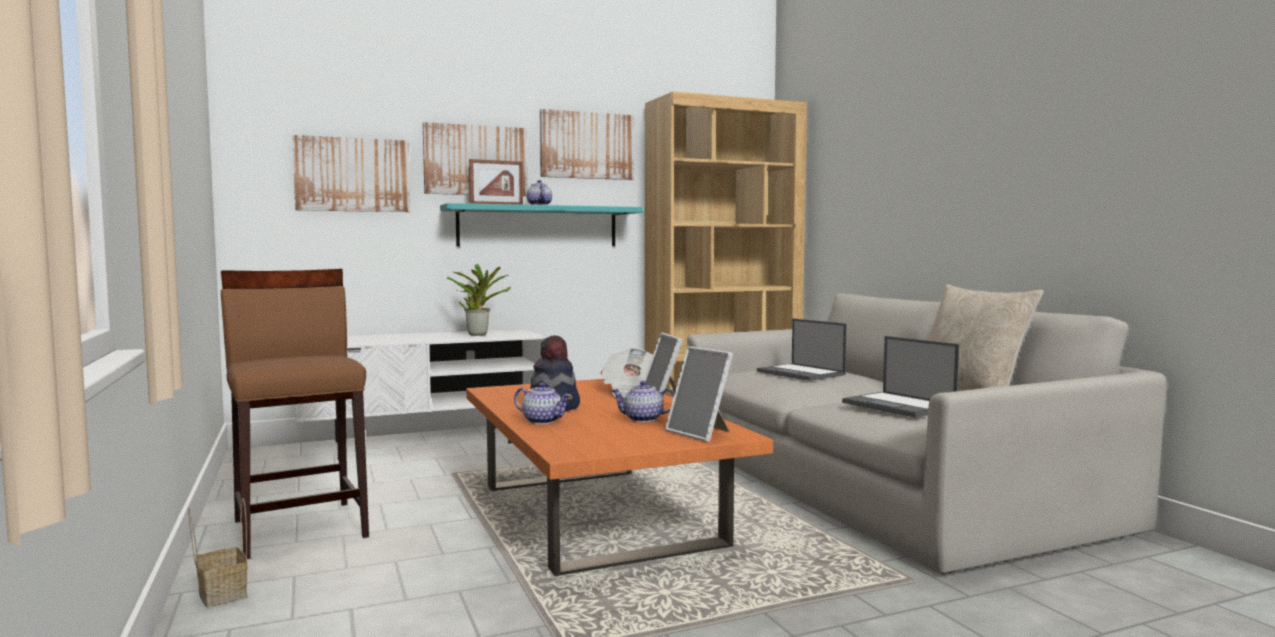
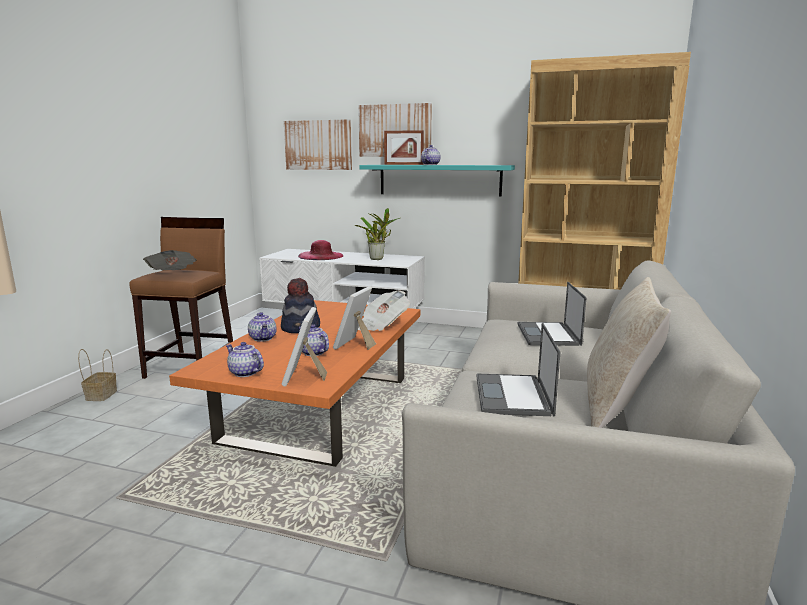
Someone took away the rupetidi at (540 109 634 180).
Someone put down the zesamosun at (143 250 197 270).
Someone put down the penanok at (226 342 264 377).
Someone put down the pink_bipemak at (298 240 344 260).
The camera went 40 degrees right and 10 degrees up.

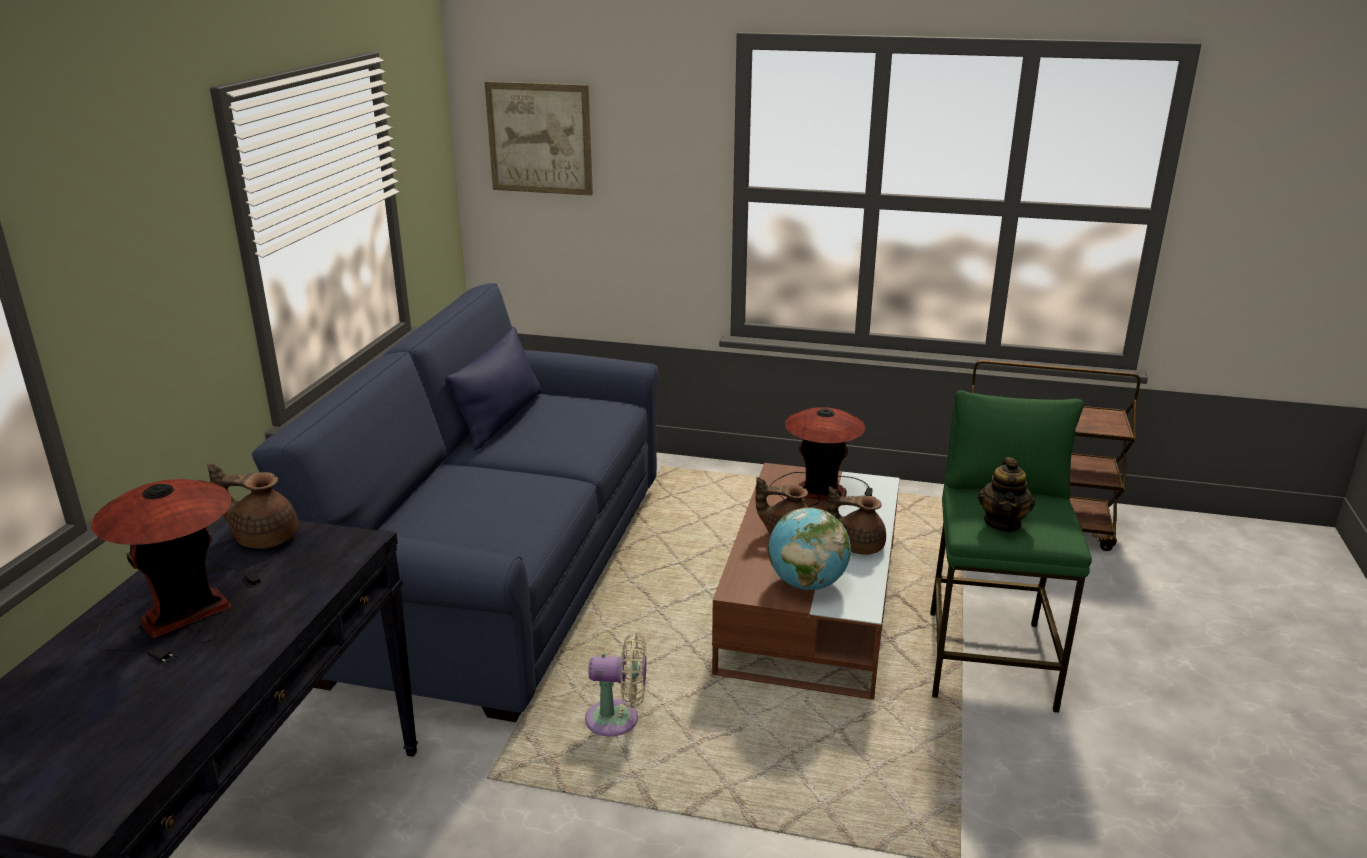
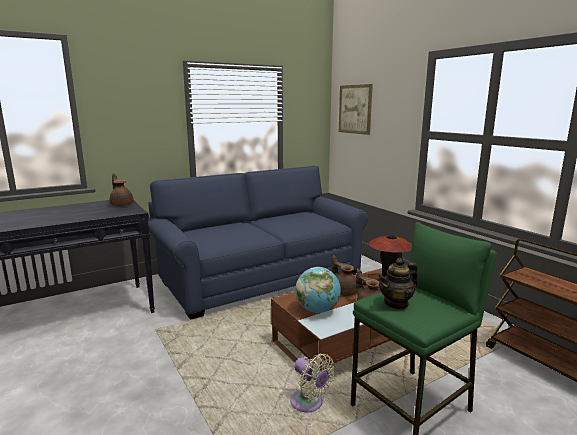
Someone took away the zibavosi at (91 479 261 663).
Someone took away the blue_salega at (445 326 541 450).
Someone carried the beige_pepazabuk from (585 633 647 736) to (290 354 335 412).
The camera went 45 degrees right and 10 degrees down.

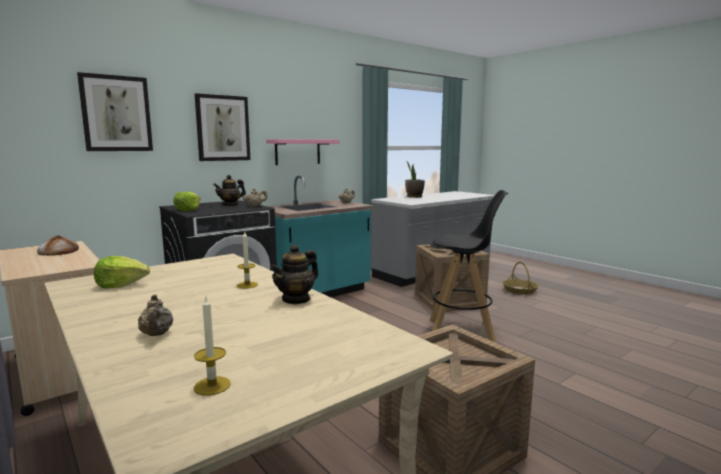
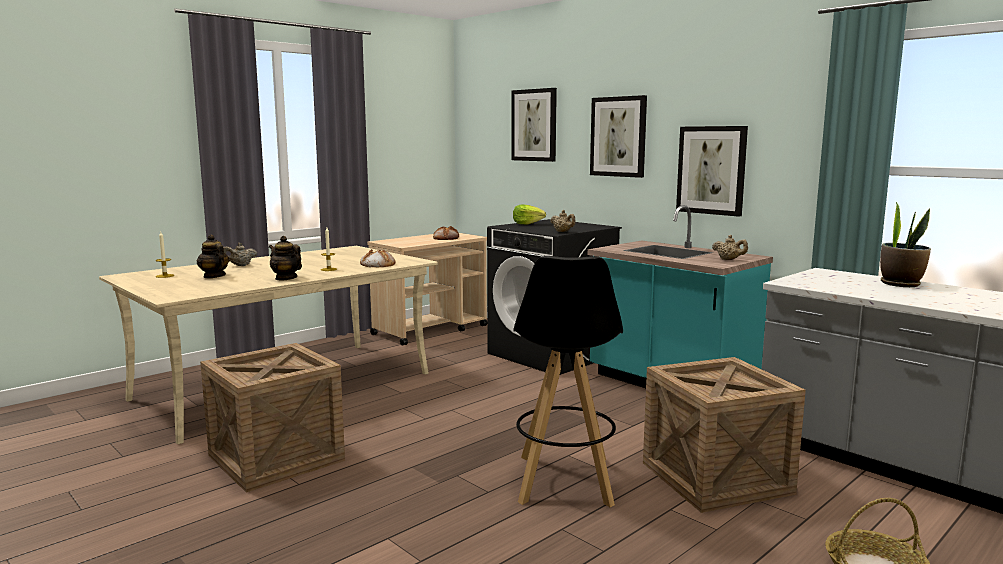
Someone took away the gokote at (94 256 150 289).
Someone put down the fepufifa at (360 249 395 267).
Someone carried the penanok from (214 175 246 206) to (197 234 229 278).
Someone swapped the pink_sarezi at (266 139 339 165) for the rupetidi at (676 126 748 217).
The camera went 85 degrees right and 0 degrees up.

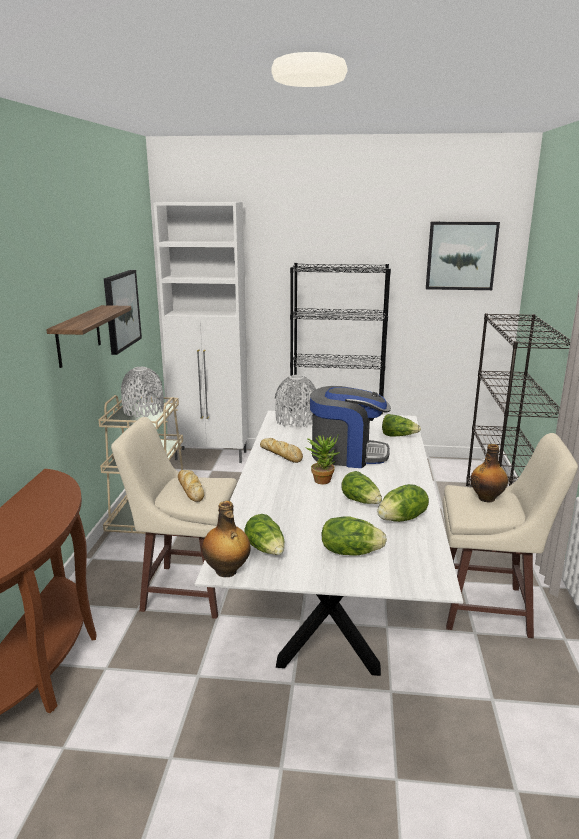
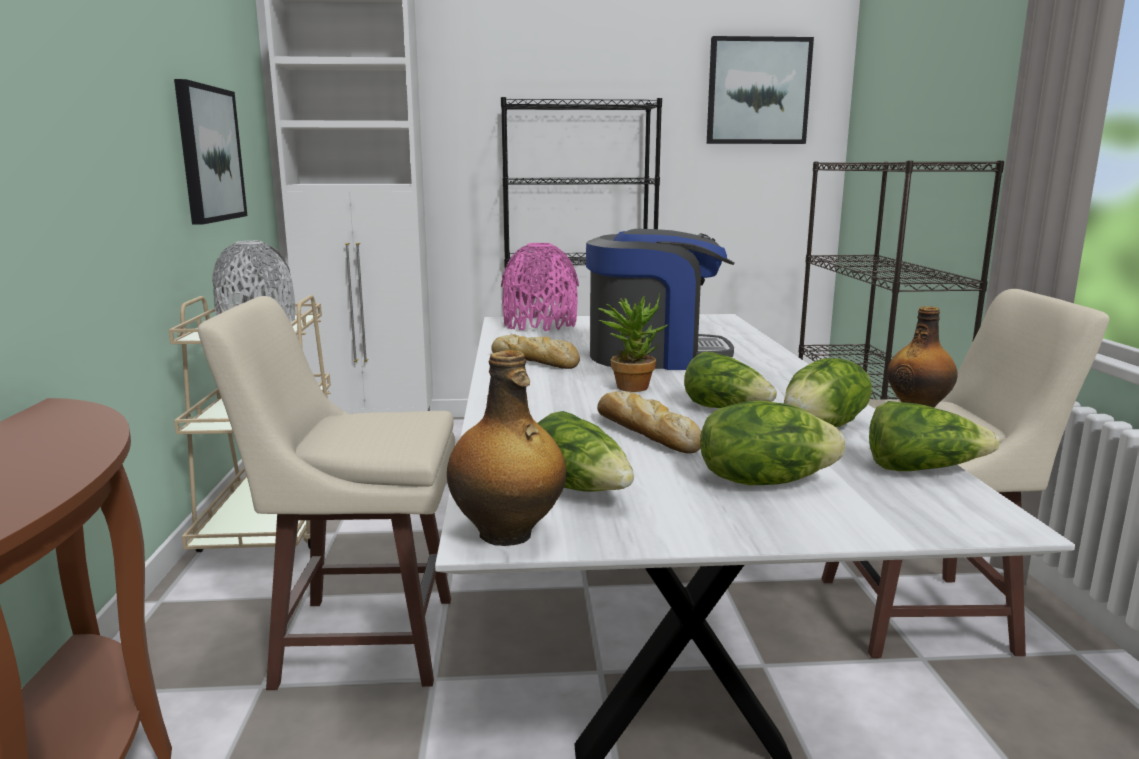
Someone took away the sarezi at (46 305 132 368).
Someone carried the fepufifa from (178 470 204 502) to (597 391 701 454).
Someone carried the gokote from (382 414 421 437) to (869 401 1000 471).
Someone repainted the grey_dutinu at (275 375 316 427), which became the pink_dutinu at (501 243 579 331).
The camera went 10 degrees left and 5 degrees down.

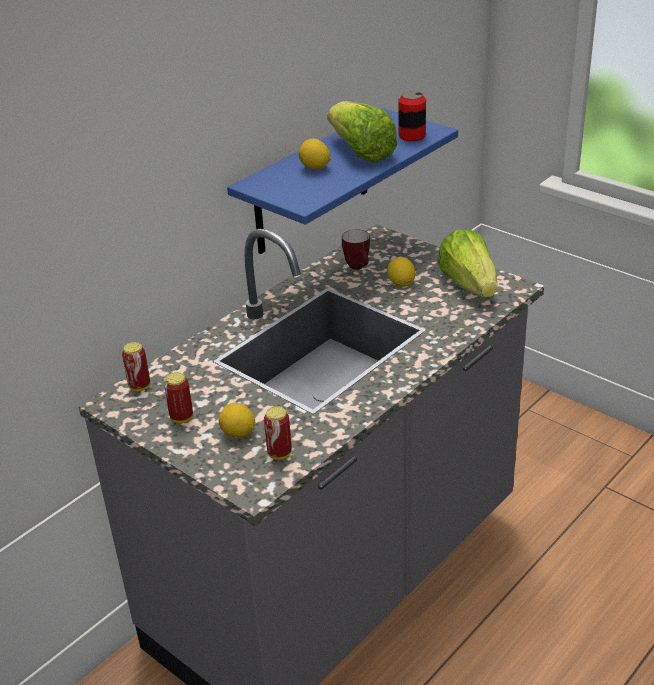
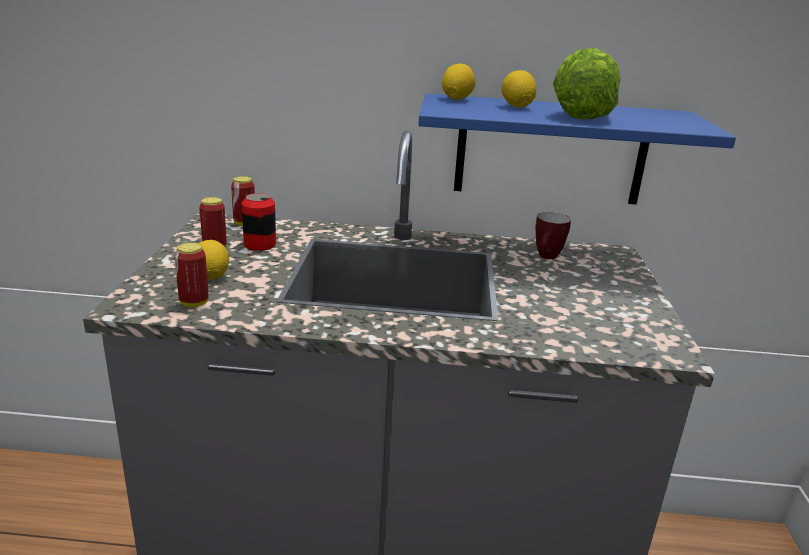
Someone took away the gokote at (438 229 498 297).
Someone carried the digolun from (387 257 415 287) to (442 64 476 100).
Someone carried the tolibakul from (398 91 426 141) to (242 193 276 251).
The camera went 50 degrees right and 10 degrees down.

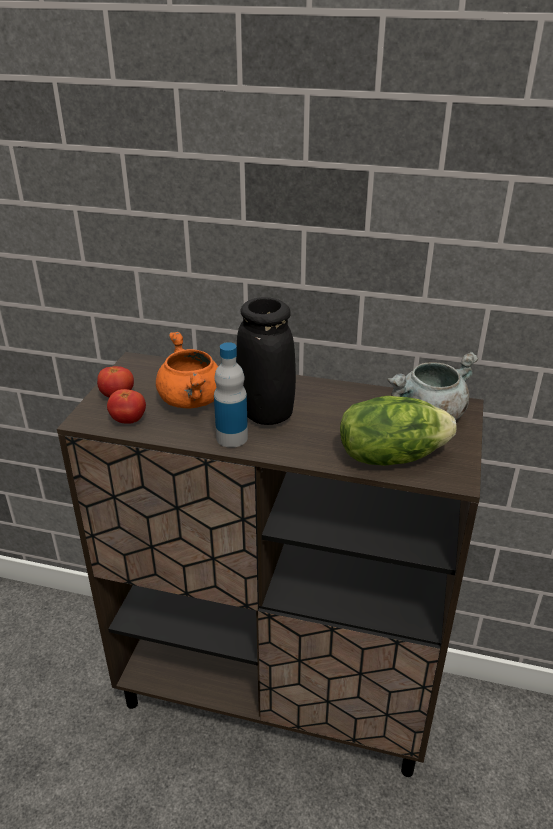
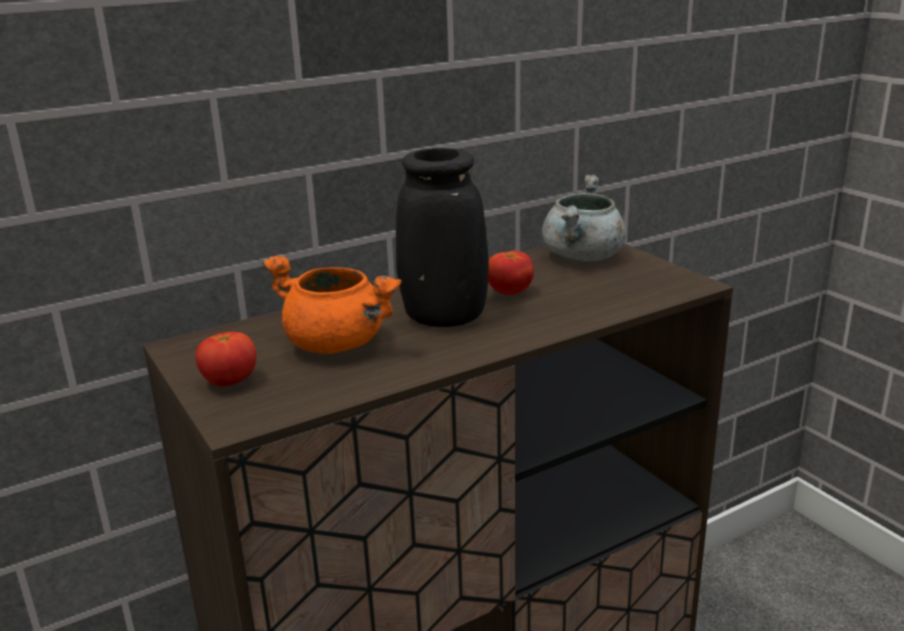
Someone took away the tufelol at (214 342 248 448).
Someone took away the gokote at (340 396 456 466).
Someone carried the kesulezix from (107 389 146 424) to (488 251 534 295).
The camera went 45 degrees left and 10 degrees down.

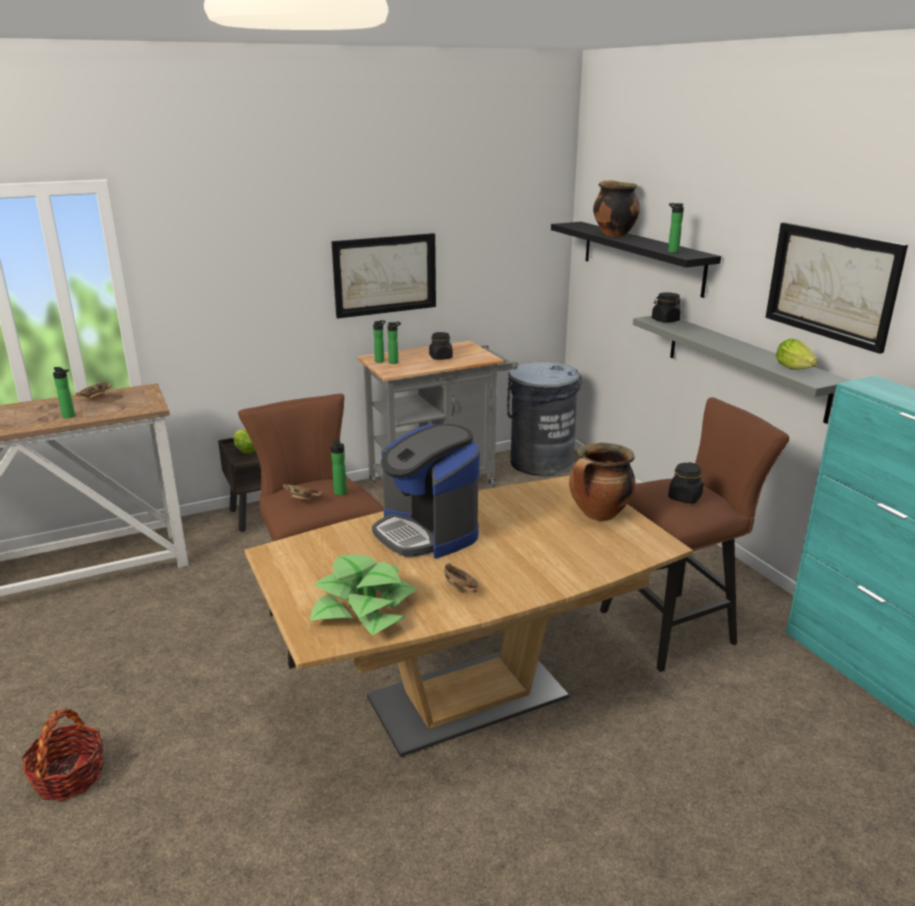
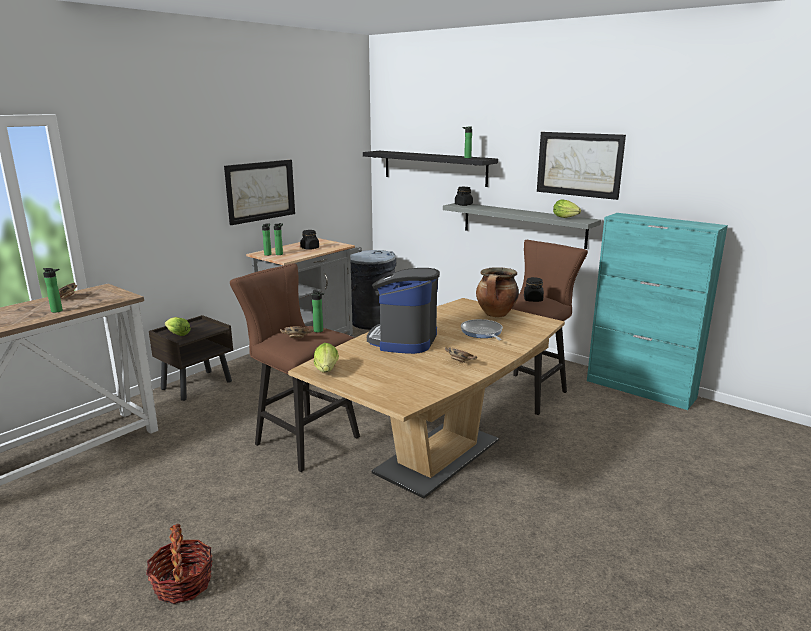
Someone took away the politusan at (310 554 418 636).
Someone took away the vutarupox at (593 180 640 237).
Someone put down the gokote at (314 343 339 372).
Someone put down the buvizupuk at (461 319 503 340).
Someone rotated the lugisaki at (372 424 480 559) by 75 degrees clockwise.
The camera went 25 degrees left and 5 degrees down.

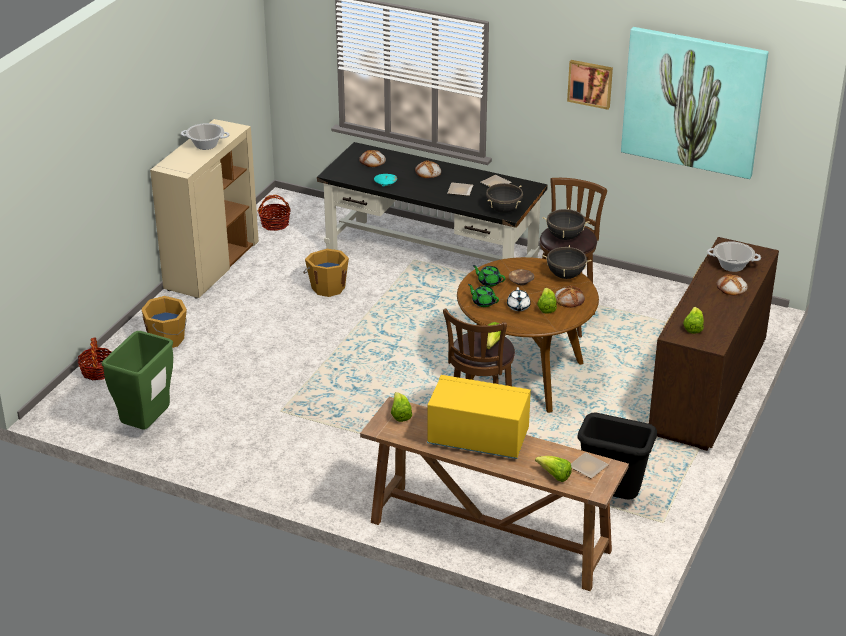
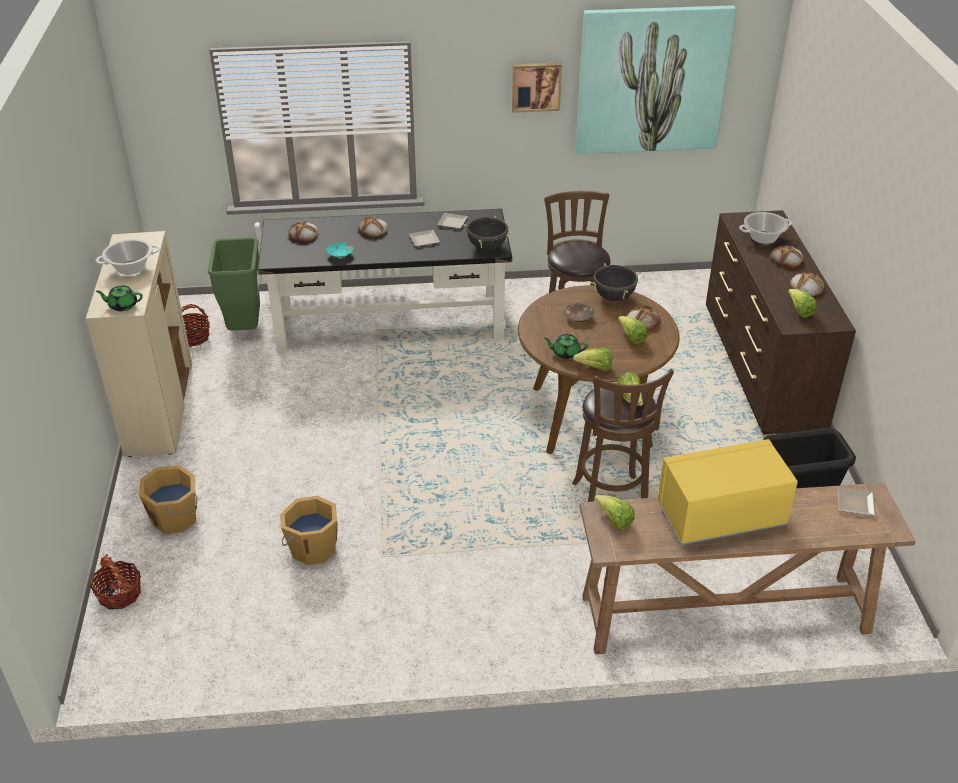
Someone took away the white_penanok at (507 287 531 311).
Someone took away the black_vutarupox at (542 208 590 240).
Someone put down the fepufifa at (790 272 824 296).
Someone carried the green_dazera from (102 331 173 429) to (208 237 260 331).
Someone carried the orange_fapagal from (303 249 349 297) to (280 496 338 565).
Someone carried the green_penanok from (473 265 505 287) to (96 285 143 311).
Someone carried the gokote from (535 456 572 482) to (573 348 612 371).
The camera went 30 degrees left and 5 degrees up.

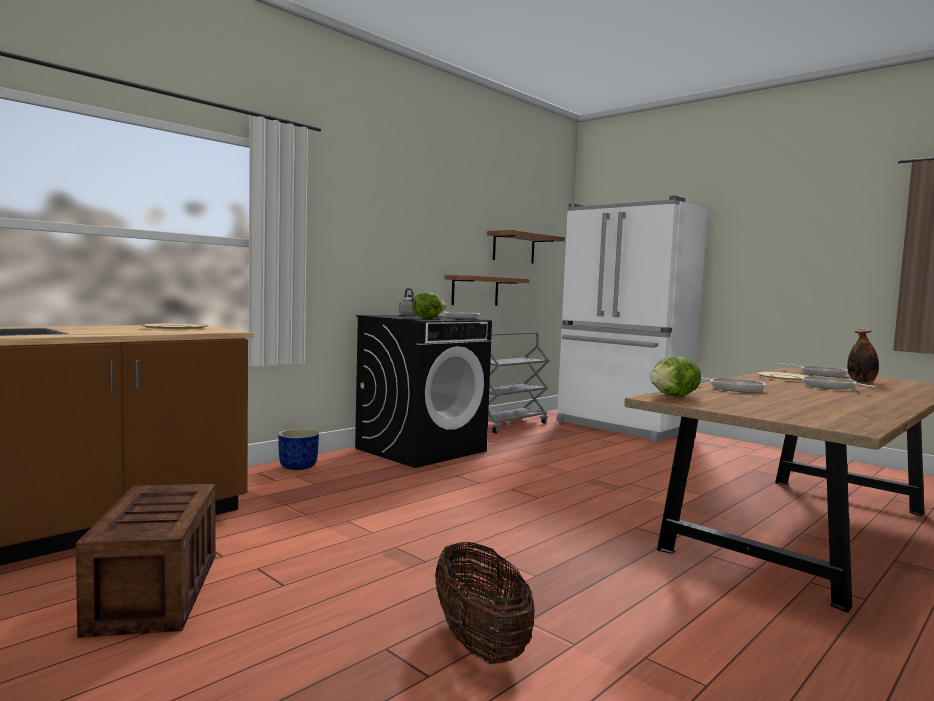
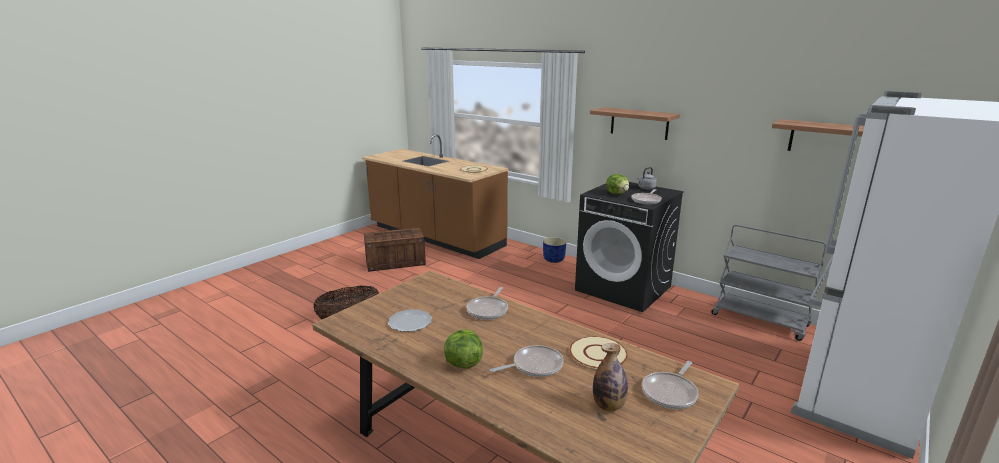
Someone put down the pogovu at (388 309 432 332).
Someone carried the sarezi from (445 275 529 306) to (590 107 680 140).
Someone carried the gokote from (650 356 701 396) to (444 329 483 369).
The camera went 85 degrees right and 15 degrees up.

